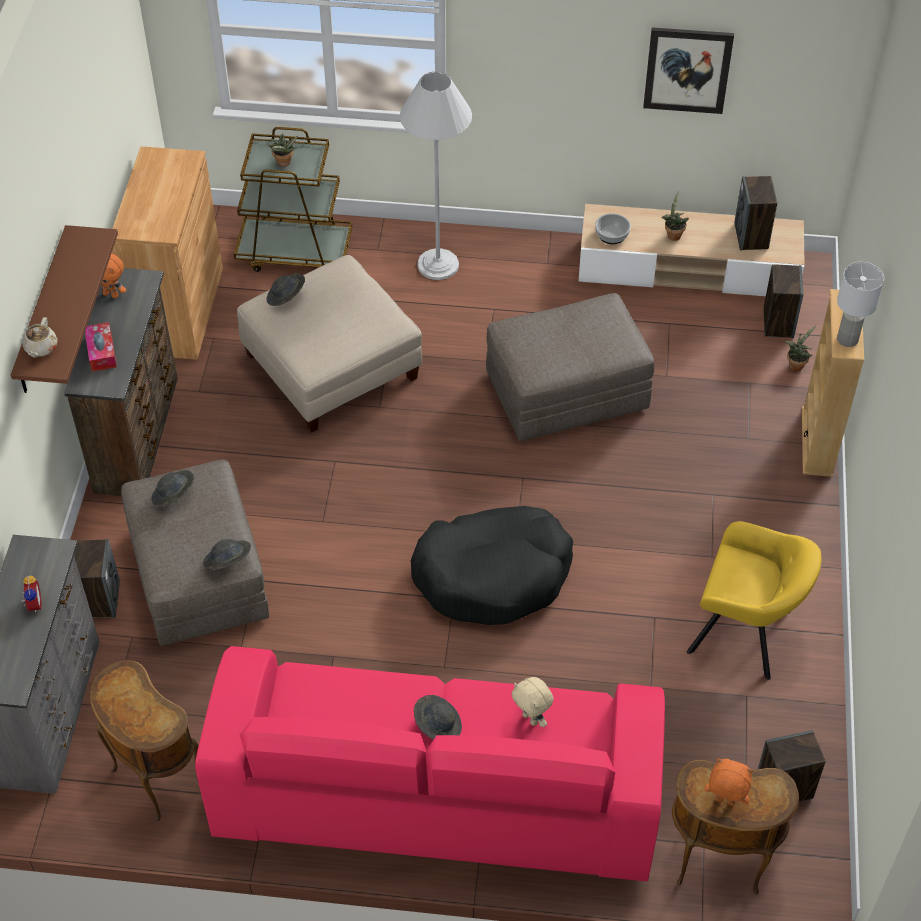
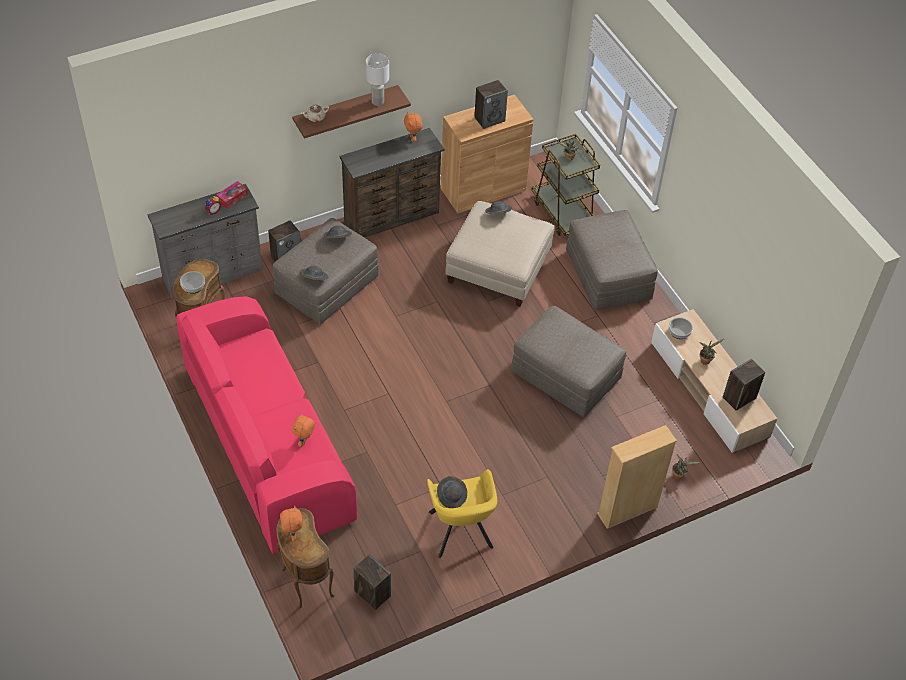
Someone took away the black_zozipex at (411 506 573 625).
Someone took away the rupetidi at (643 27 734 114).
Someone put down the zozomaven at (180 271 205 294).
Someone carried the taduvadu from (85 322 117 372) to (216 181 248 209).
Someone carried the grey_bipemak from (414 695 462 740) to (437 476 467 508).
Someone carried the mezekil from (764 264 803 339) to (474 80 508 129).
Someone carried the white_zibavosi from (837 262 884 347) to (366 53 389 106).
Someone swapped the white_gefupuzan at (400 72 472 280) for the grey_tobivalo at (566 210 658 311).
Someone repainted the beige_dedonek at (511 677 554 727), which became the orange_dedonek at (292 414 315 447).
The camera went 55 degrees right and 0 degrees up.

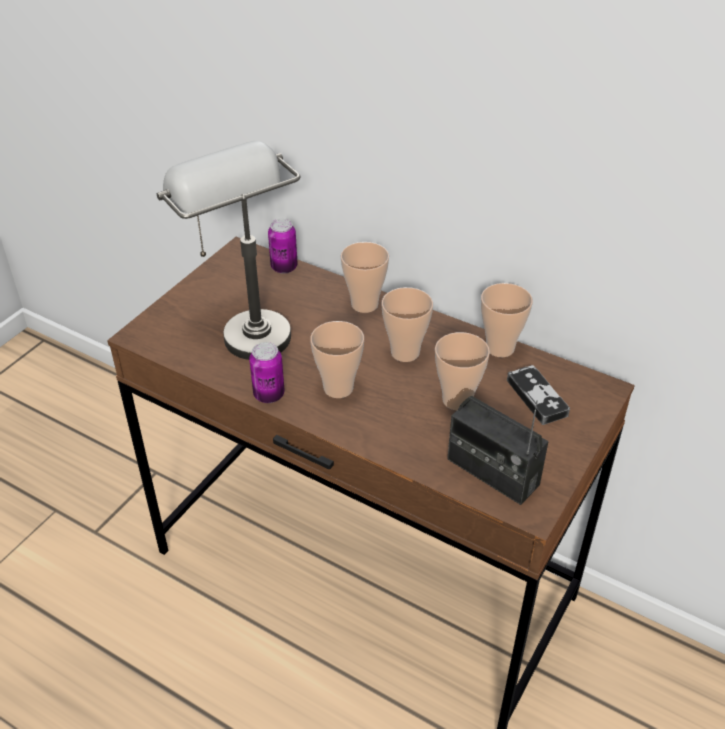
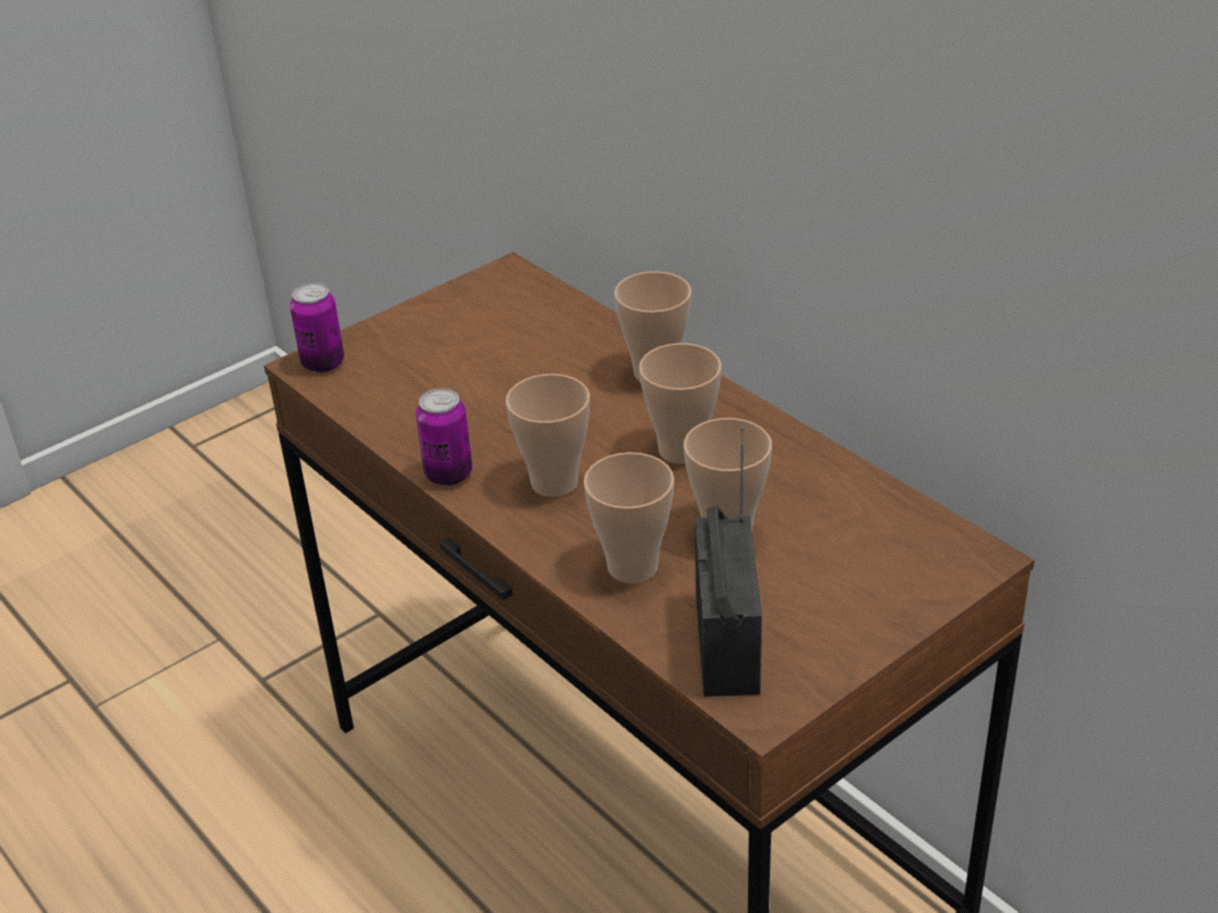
Someone took away the grey_zibavosi at (157 141 301 360).
Someone took away the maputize at (507 365 570 425).
Someone carried the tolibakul from (268 219 298 274) to (290 283 344 373).
Someone carried the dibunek from (481 283 533 357) to (584 452 674 583).
Someone rotated the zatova at (447 396 548 505) by 150 degrees counterclockwise.
The camera went 20 degrees right and 5 degrees down.

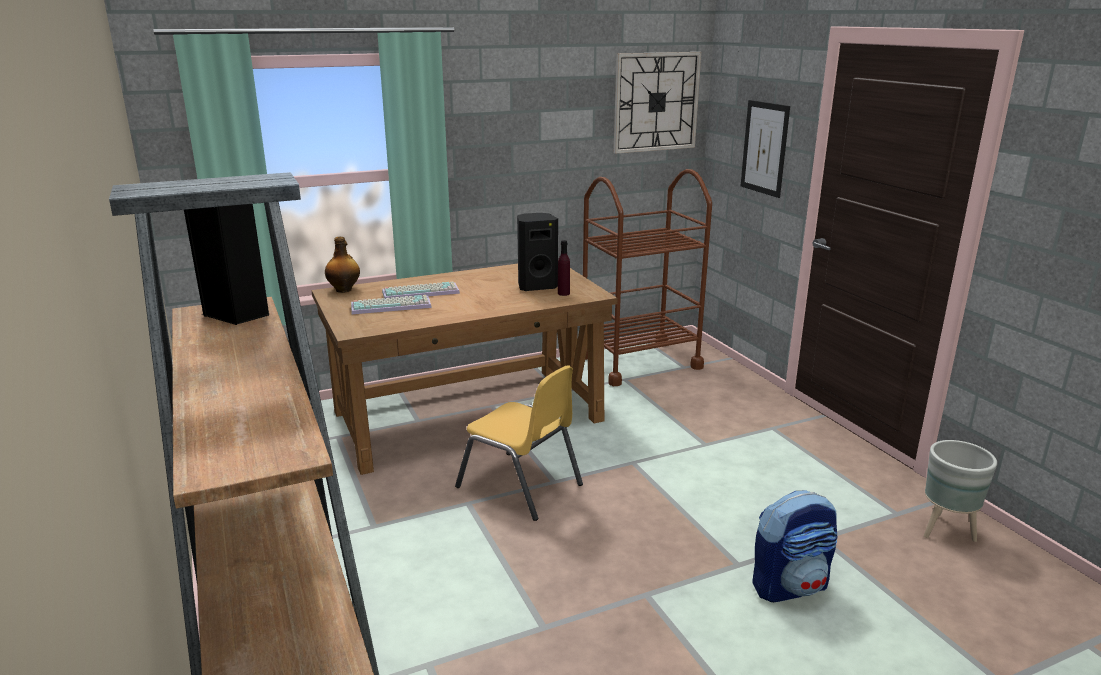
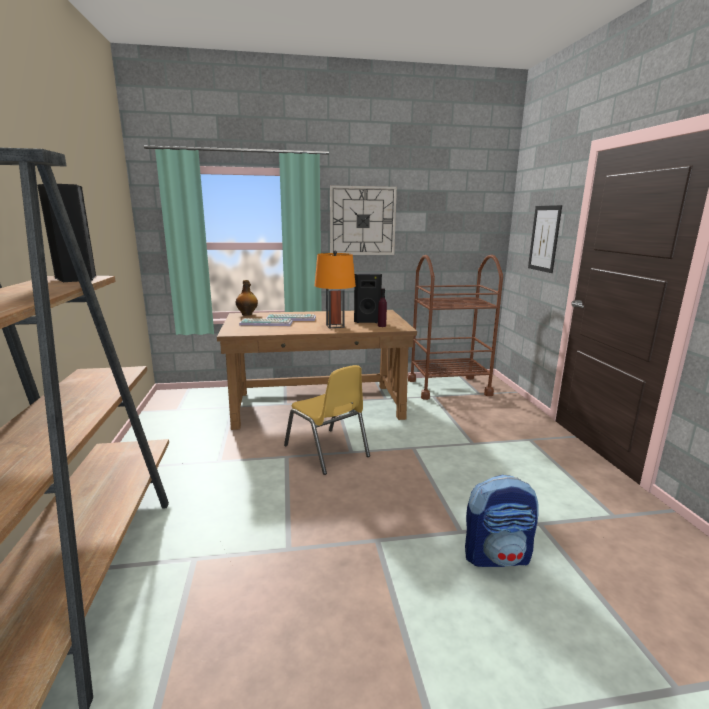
Someone took away the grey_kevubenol at (924 440 997 542).
Someone put down the orange_zibavosi at (314 250 356 328).
Someone carried the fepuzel from (614 52 701 154) to (330 185 397 255).
The camera went 15 degrees right and 5 degrees down.

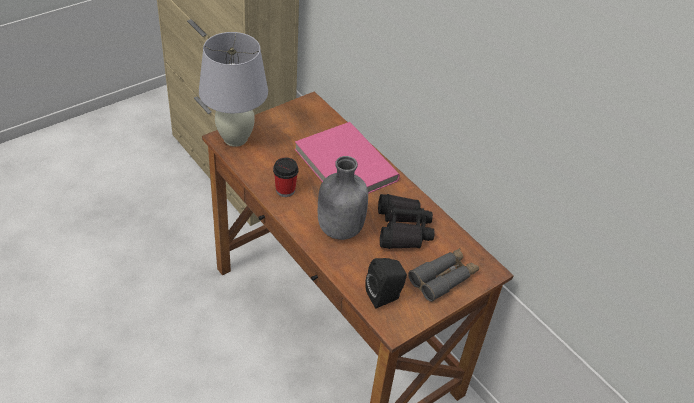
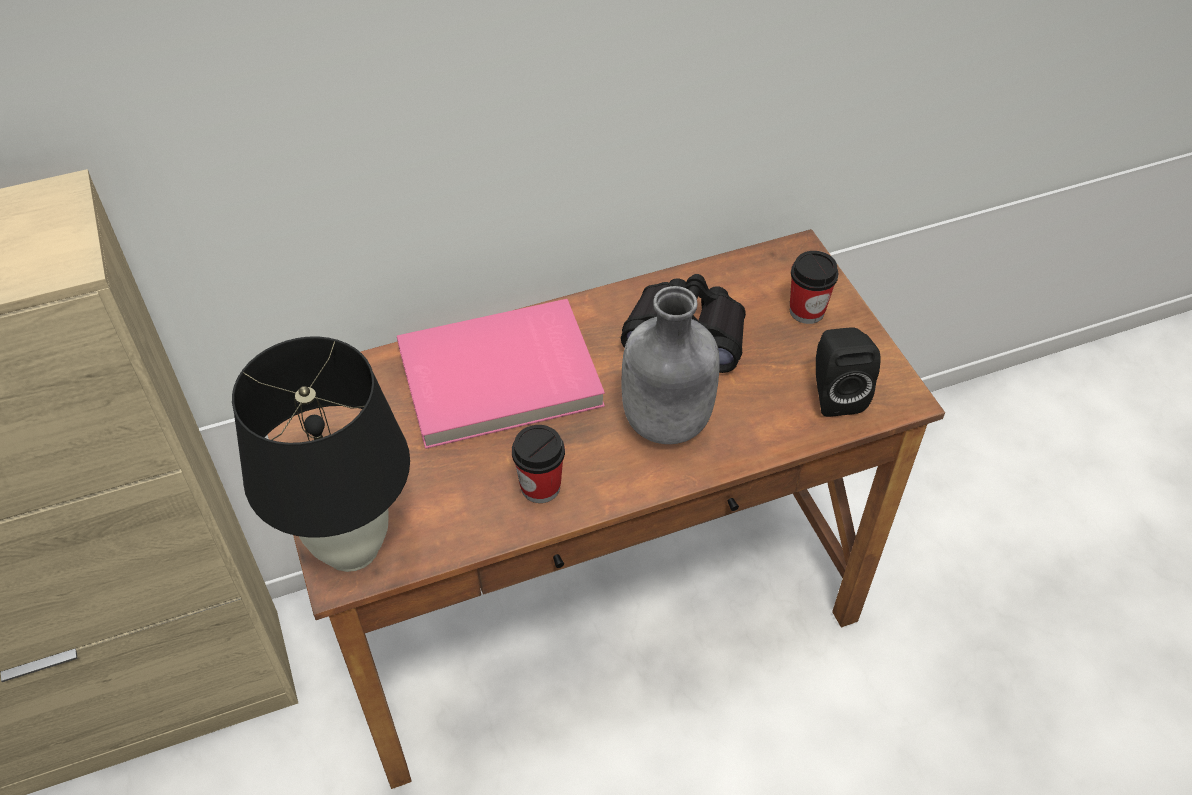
Someone swapped the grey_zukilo at (408 248 479 302) for the dibunek at (790 251 839 324).
Someone repainted the white_zibavosi at (199 32 268 147), which became the black_zibavosi at (232 336 410 572).
The camera went 70 degrees left and 5 degrees up.

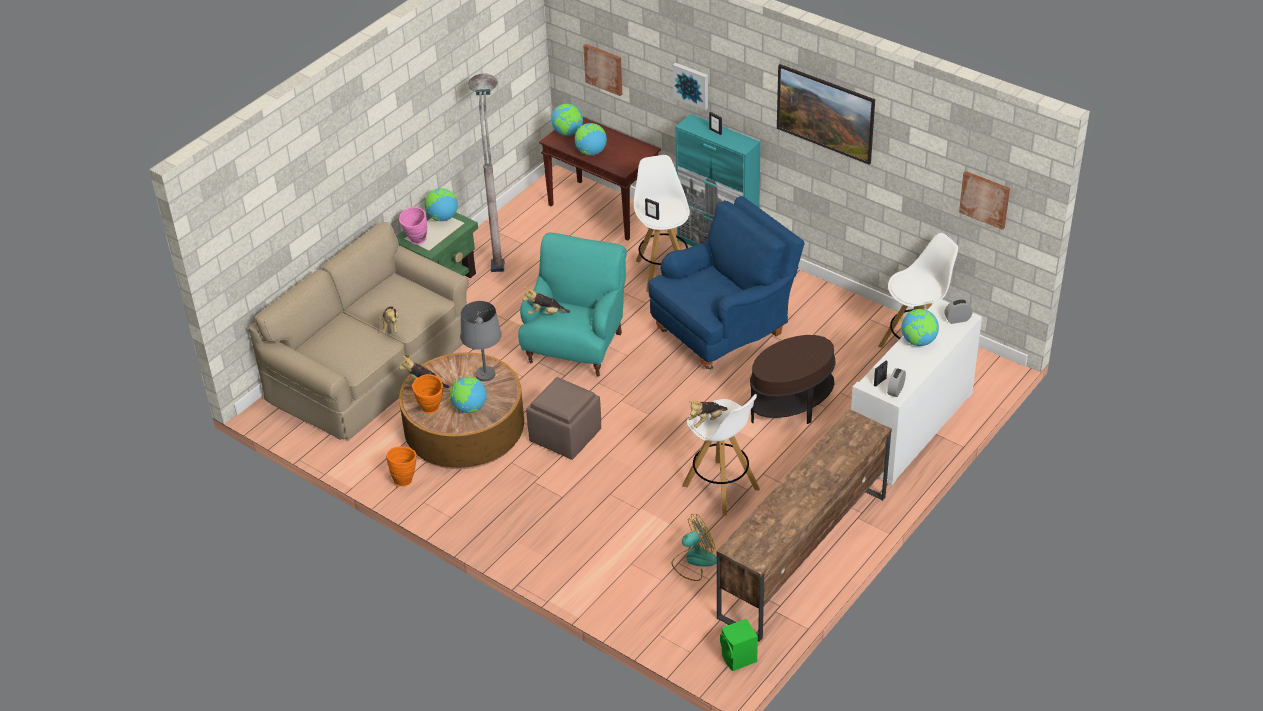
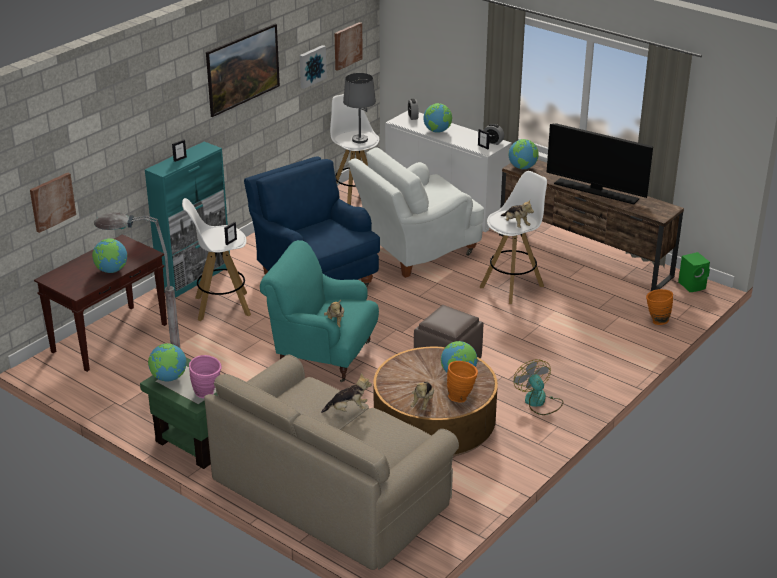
Someone put down the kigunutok at (546 123 653 205).
Someone carried the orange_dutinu from (386 446 417 487) to (646 289 673 325).
Someone carried the grey_zibavosi from (461 301 502 382) to (343 73 376 143).
Someone carried the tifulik from (551 104 583 136) to (509 139 539 169).
Someone carried the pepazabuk from (671 514 717 581) to (514 359 563 415).
Someone carried the rupetidi from (673 62 708 110) to (300 45 327 89).
Someone swapped the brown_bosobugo at (750 335 836 424) for the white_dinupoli at (348 147 484 278).
The camera went 90 degrees left and 10 degrees down.

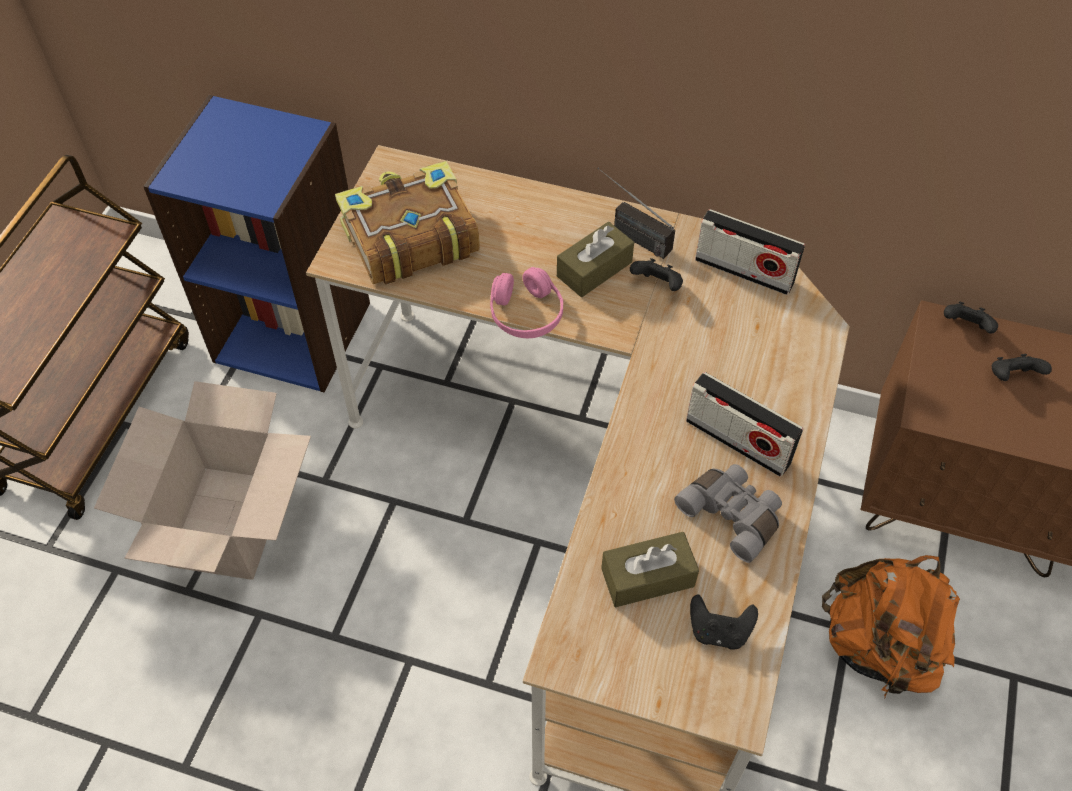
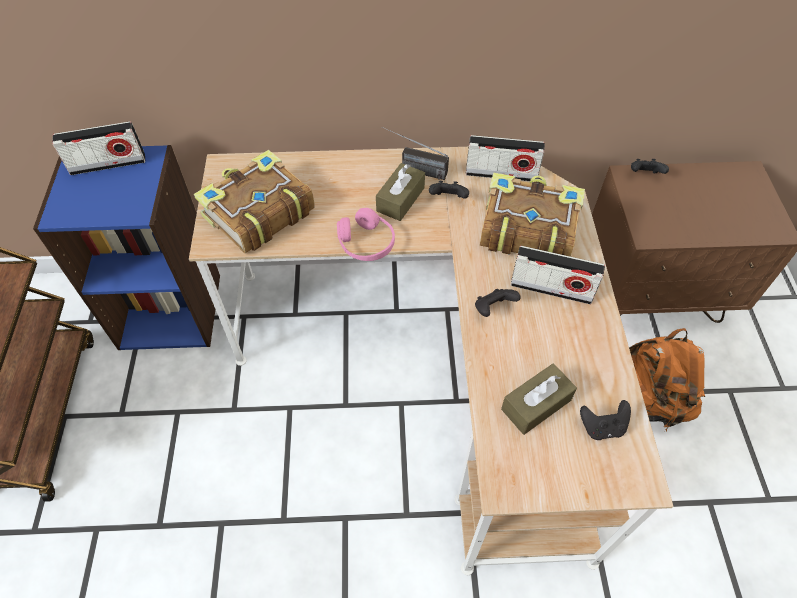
Someone took away the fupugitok at (94 381 311 580).
Someone took away the grey_zukilo at (674 464 782 563).
Someone put down the zatova at (52 121 145 175).
Someone put down the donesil at (480 172 585 257).
Someone carried the black_maputize from (992 354 1052 381) to (475 289 521 317).
The camera went 20 degrees left and 0 degrees up.

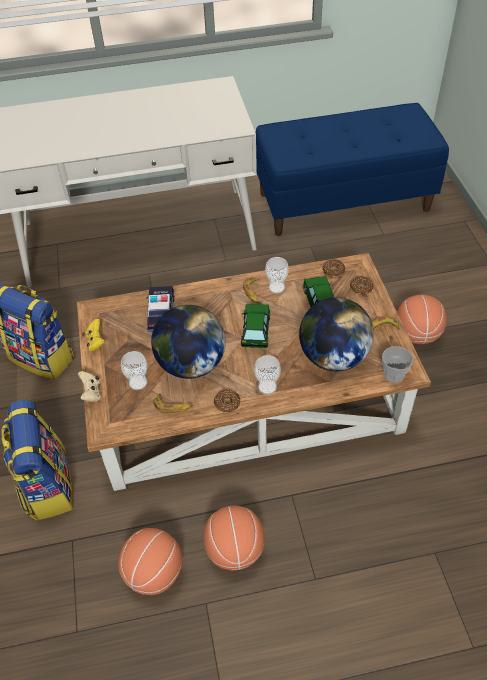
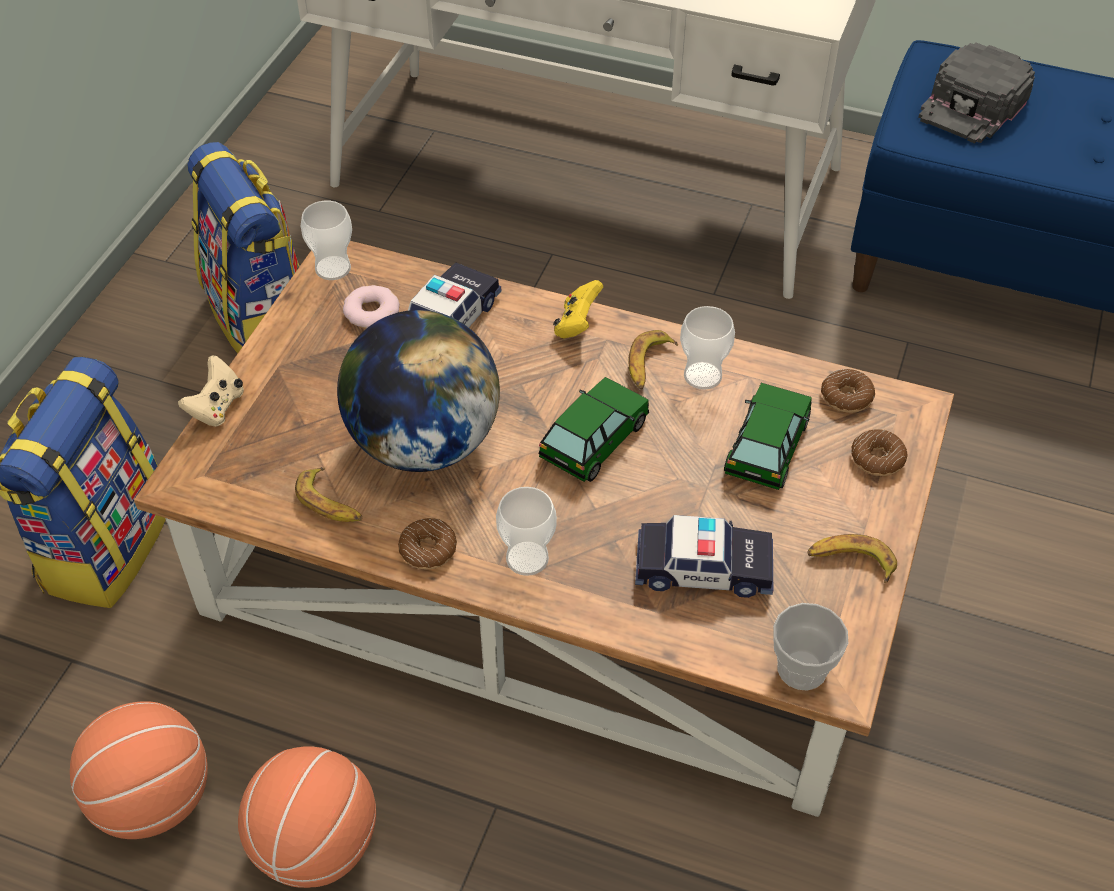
Someone took away the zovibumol at (397 295 447 344).
Someone put down the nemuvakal at (343 285 400 328).
Someone put down the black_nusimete at (918 43 1035 144).
Someone carried the yellow_maputize from (85 319 105 351) to (553 280 603 338).
Someone carried the dibunek from (121 351 148 390) to (301 201 352 280).
Someone swapped the tifulik at (299 297 374 371) for the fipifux at (635 515 773 598).
The camera went 30 degrees right and 0 degrees up.

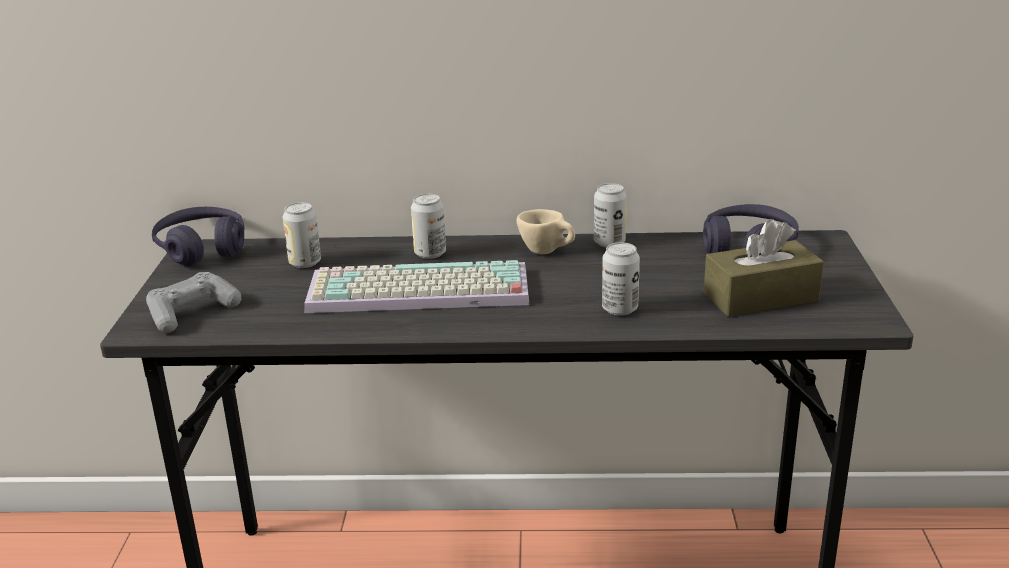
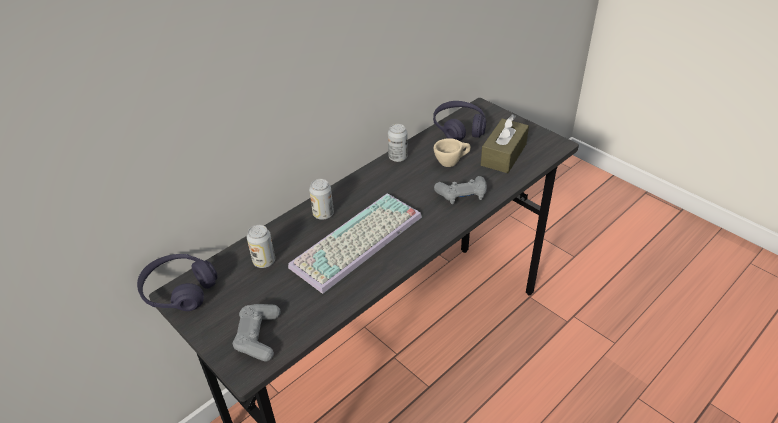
Someone carried the beige_dibunek from (516 209 575 254) to (434 138 471 167).
Someone swapped the tolibakul at (602 242 640 316) for the grey_maputize at (434 176 487 204).
The camera went 45 degrees left and 15 degrees up.

